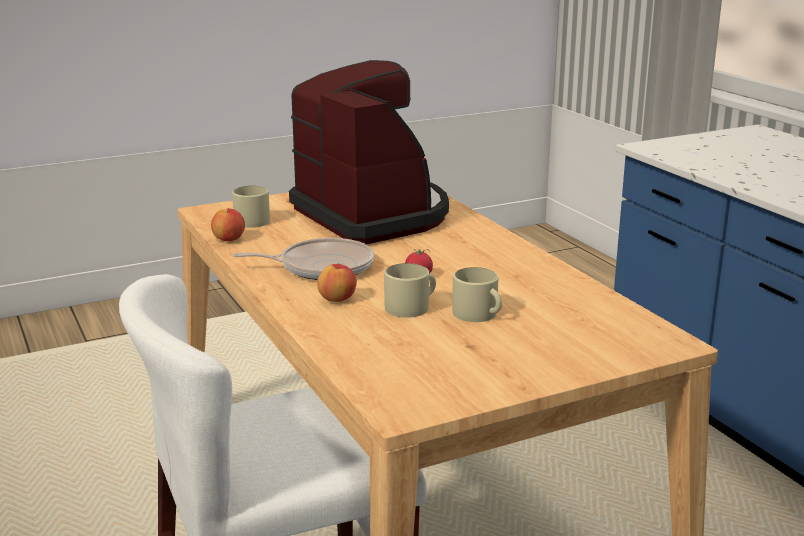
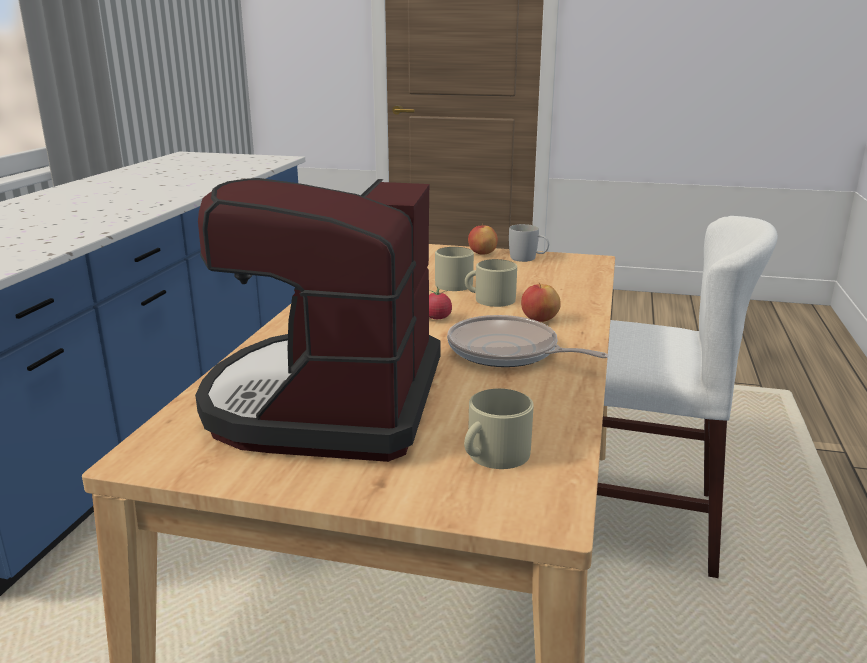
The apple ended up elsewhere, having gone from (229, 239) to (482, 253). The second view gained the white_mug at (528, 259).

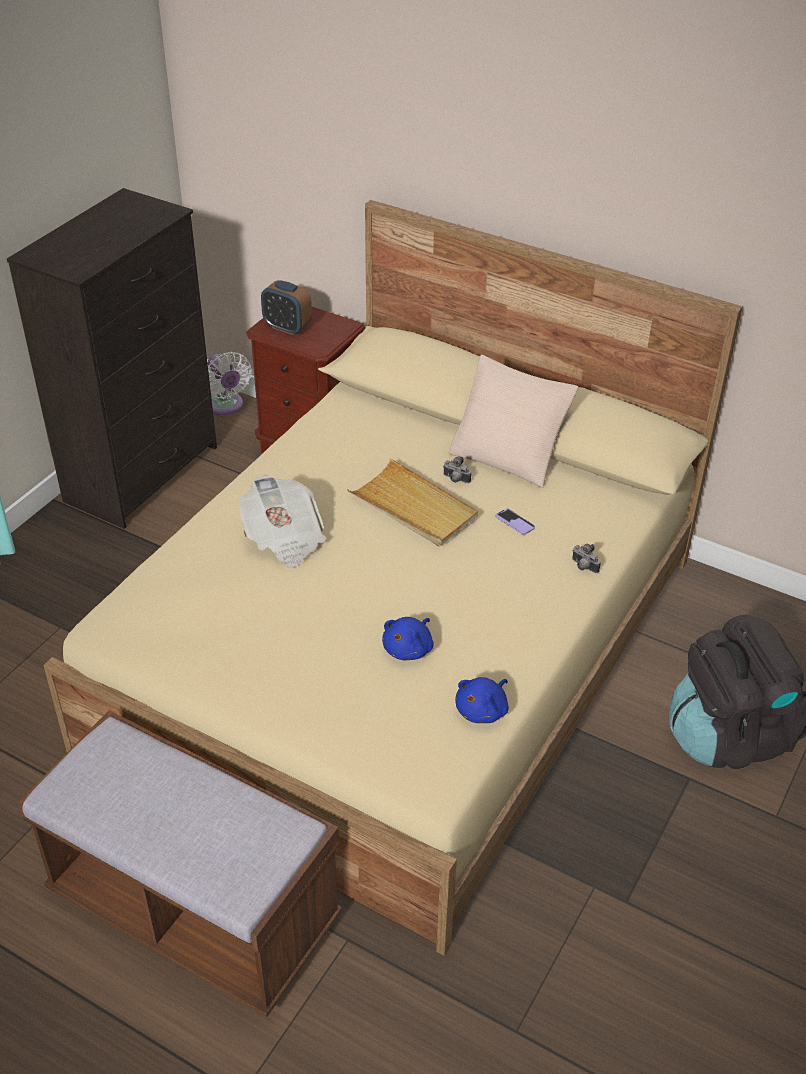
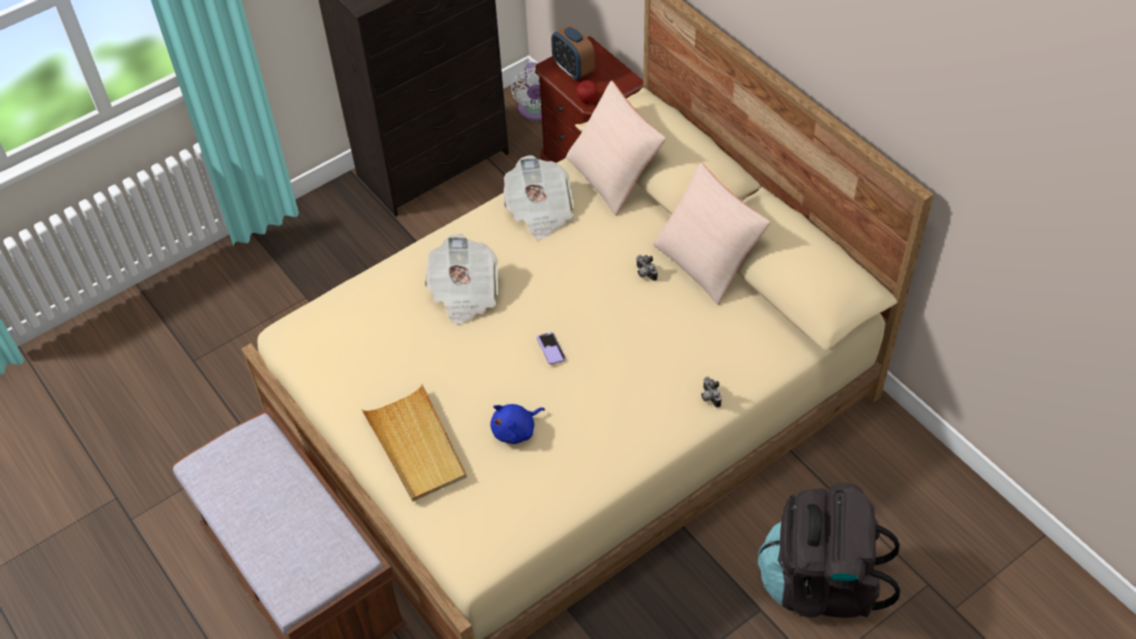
The beige_tray ended up elsewhere, having gone from (413, 507) to (416, 446). The phone ended up elsewhere, having gone from (514, 522) to (551, 349). The second view lost the blue_plush_toy at (483, 710). The second view gained the beige_pillow at (614, 175). The second view gained the apple at (587, 101). The second view gained the newspaper at (539, 211).

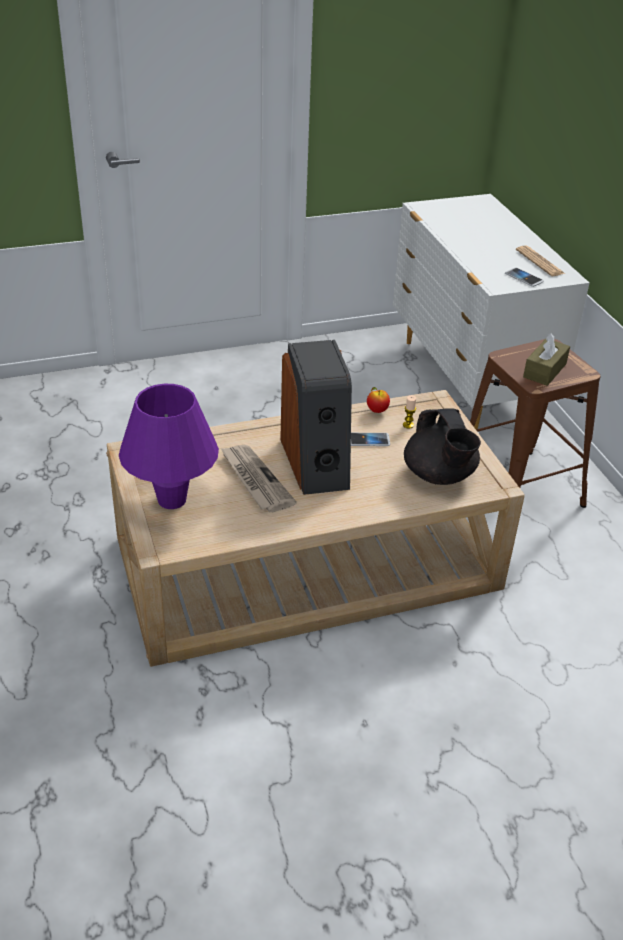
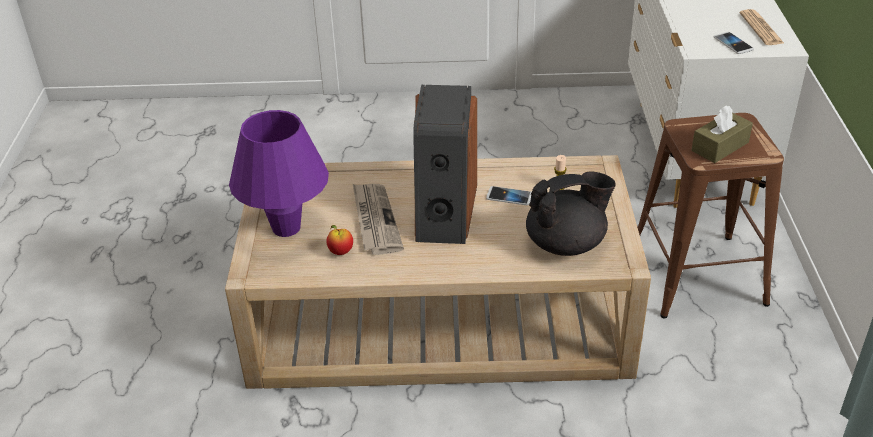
The apple ended up elsewhere, having gone from (377, 410) to (340, 252). The black_teapot at (439, 475) ended up facing another way, 105 degrees counterclockwise from before.

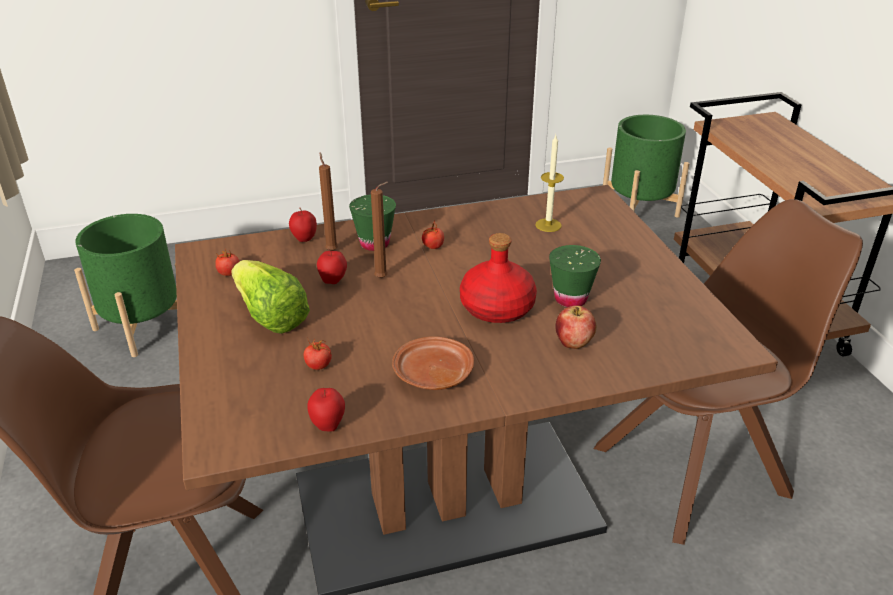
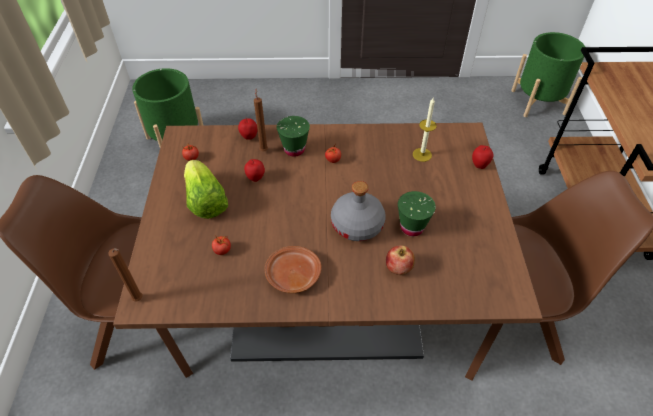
The brown_candle ended up elsewhere, having gone from (383, 278) to (139, 300). What was the red_bottle at (497, 307) turned into the grey_bottle at (357, 224). The apple ended up elsewhere, having gone from (328, 425) to (479, 165).

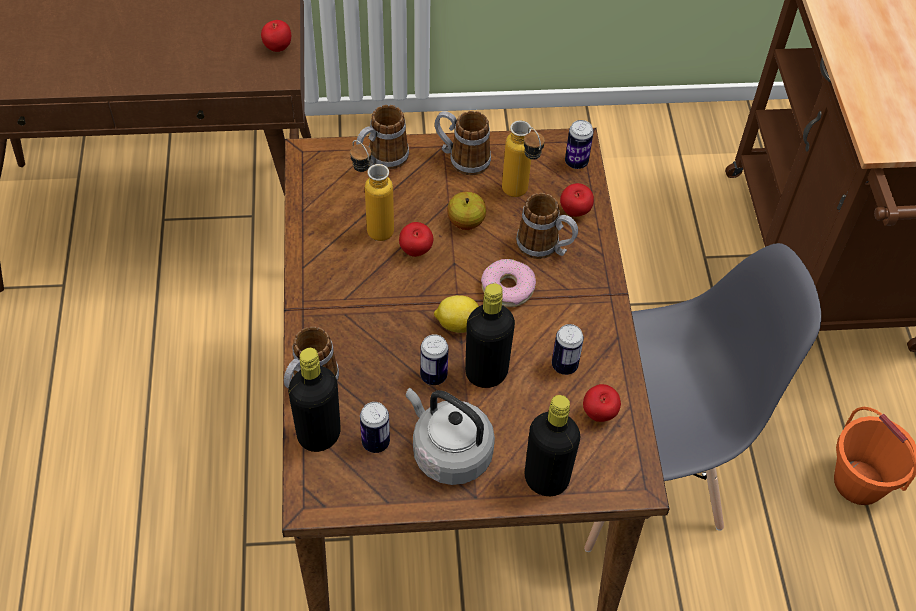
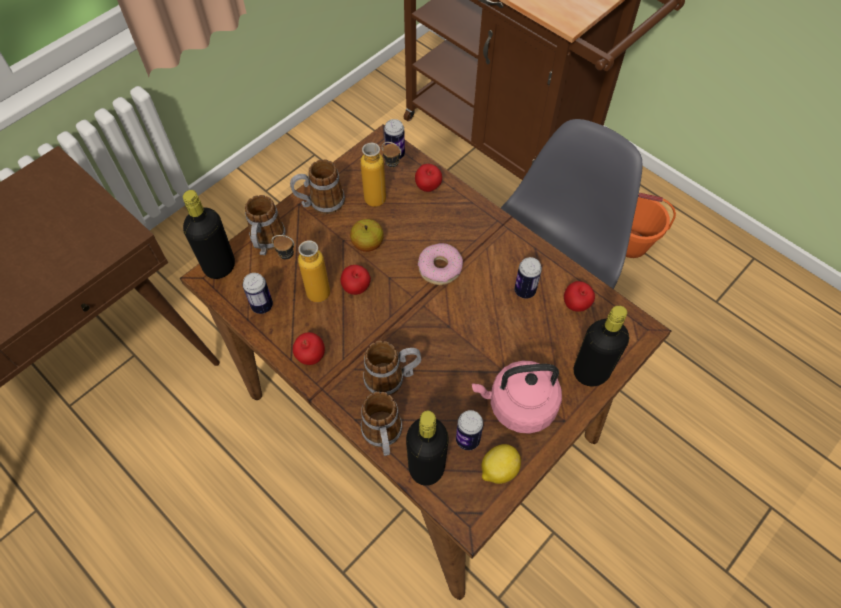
The apple ended up elsewhere, having gone from (277, 48) to (311, 356). The mug ended up elsewhere, having gone from (545, 247) to (392, 378). The black_bottle ended up elsewhere, having gone from (486, 373) to (219, 266). The lemon ended up elsewhere, having gone from (456, 323) to (498, 470). The can ended up elsewhere, having gone from (433, 376) to (262, 306). What was the grey_kettle at (448, 452) turned into the pink_kettle at (518, 406).

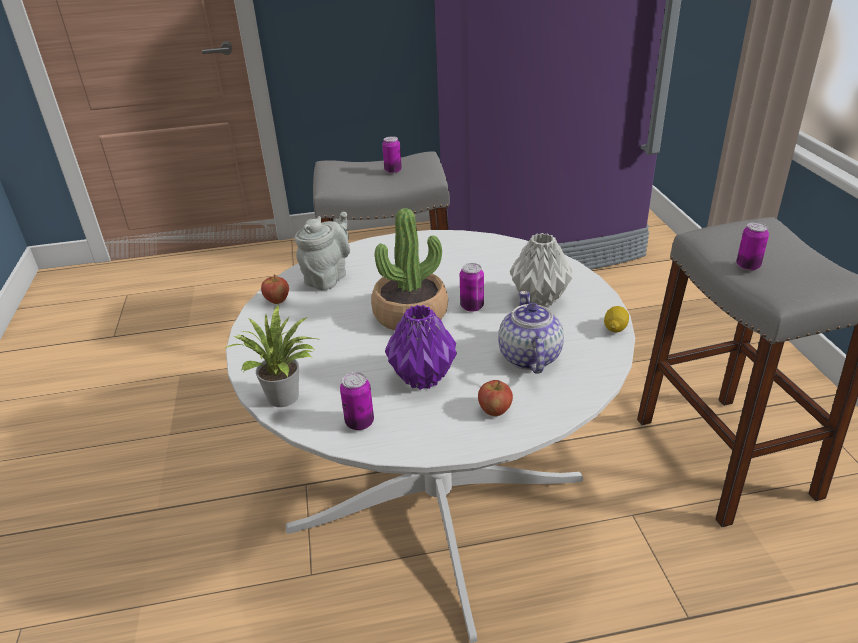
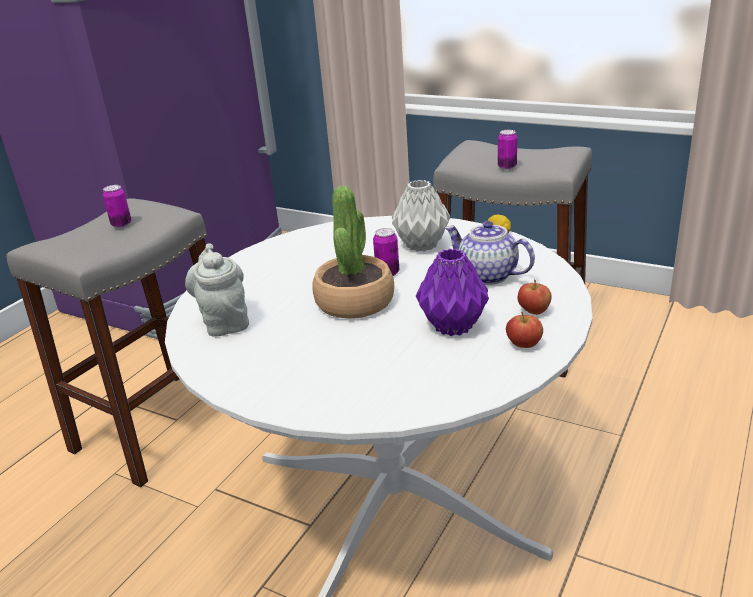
The apple ended up elsewhere, having gone from (277, 300) to (524, 345). The second view lost the potted_plant at (286, 399). The second view lost the can at (359, 422).

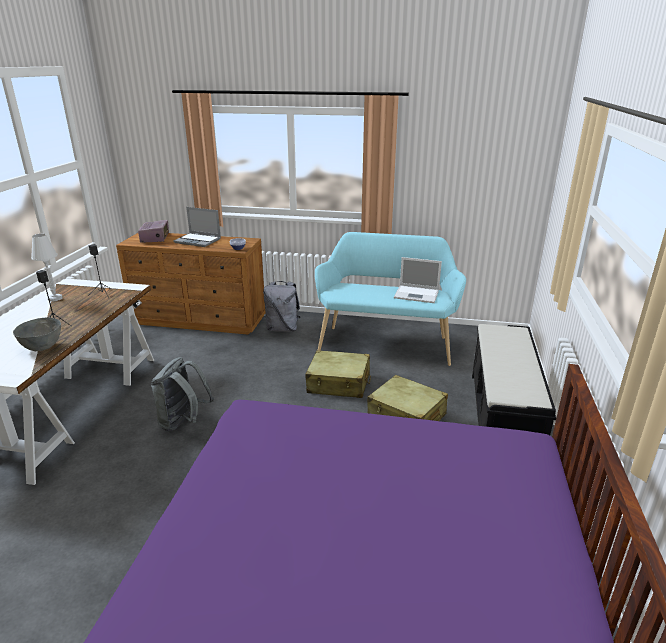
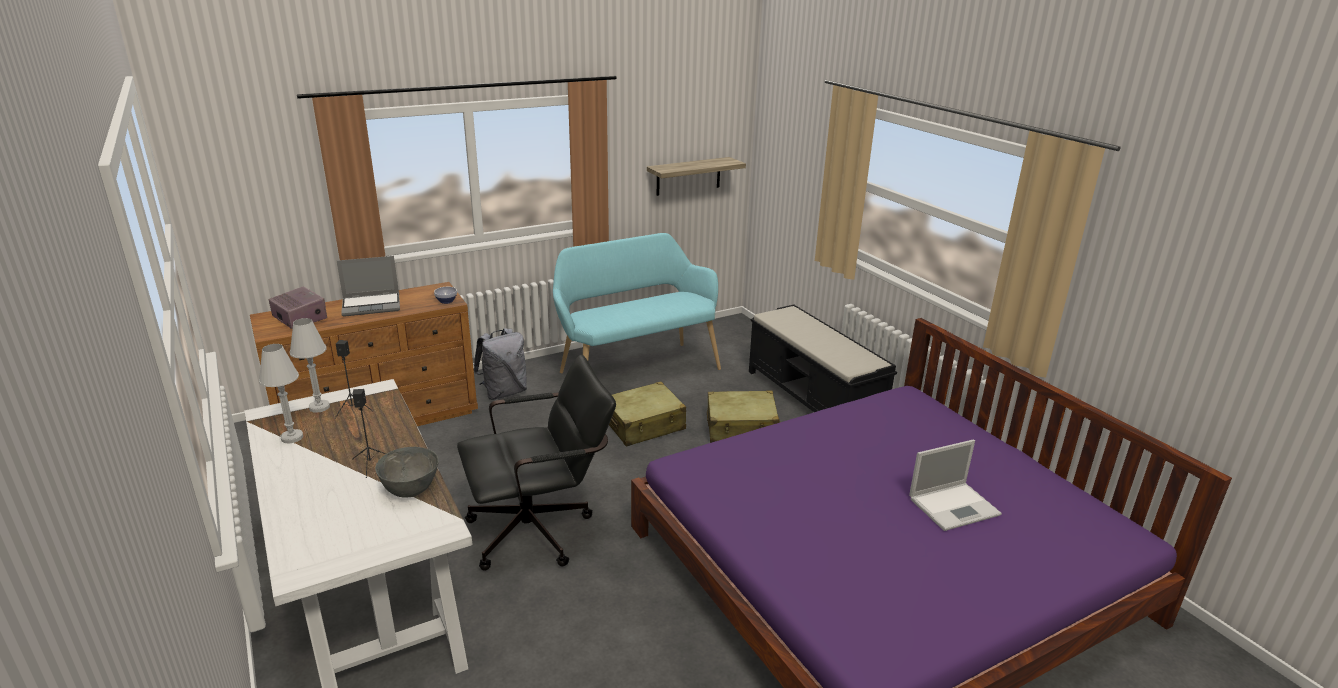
The laptop ended up elsewhere, having gone from (417, 294) to (955, 506). Where the grey_backpack stood at (183, 422), the black_office_chair came to stand at (541, 530). The second view gained the shelf at (688, 176). The second view gained the white_table_lamp at (319, 407).

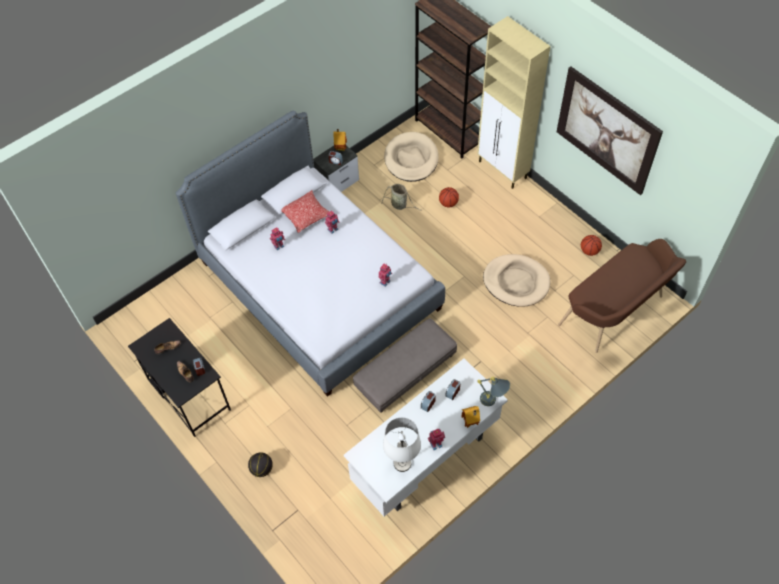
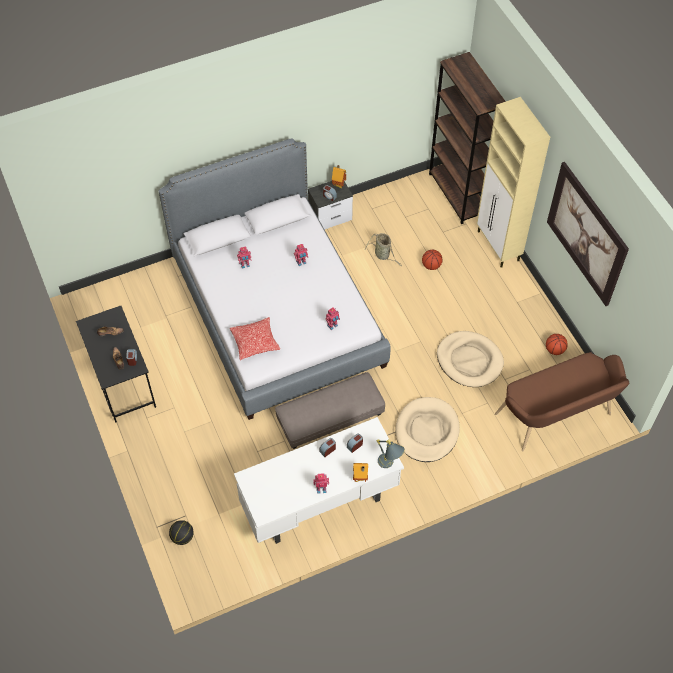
The beige_dog_bed ended up elsewhere, having gone from (411, 159) to (426, 431). The pillow ended up elsewhere, having gone from (305, 215) to (255, 342). The second view lost the white_table_lamp at (402, 463). The basketball ended up elsewhere, having gone from (261, 469) to (182, 537).

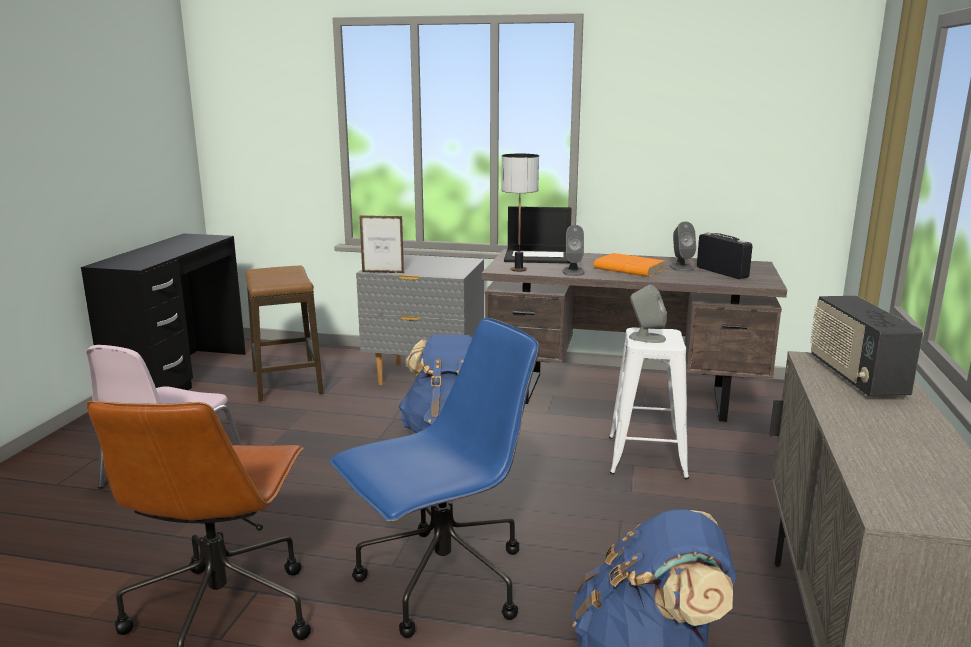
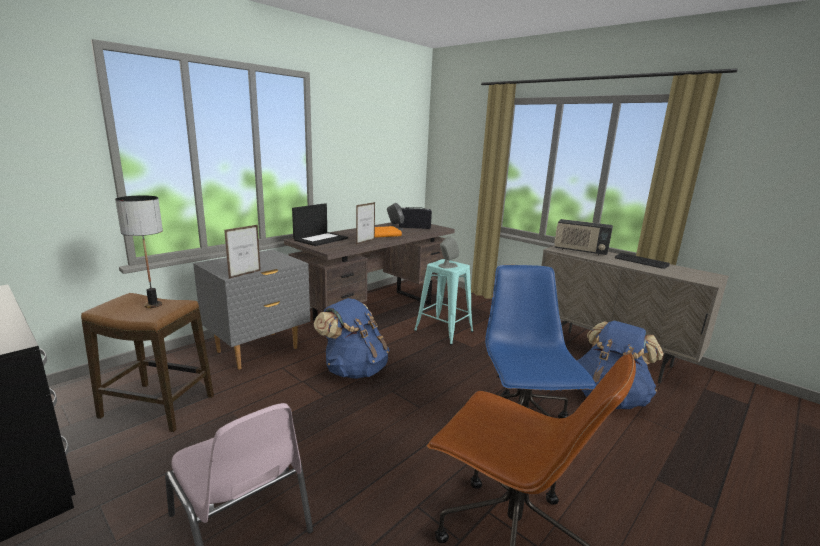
The table_lamp ended up elsewhere, having gone from (518, 269) to (153, 305). Where the grey_speaker stood at (573, 271), the picture_frame came to stand at (365, 242). What was the white_stool at (646, 457) turned into the turquoise_stool at (443, 331). The second view gained the keyboard at (641, 261).

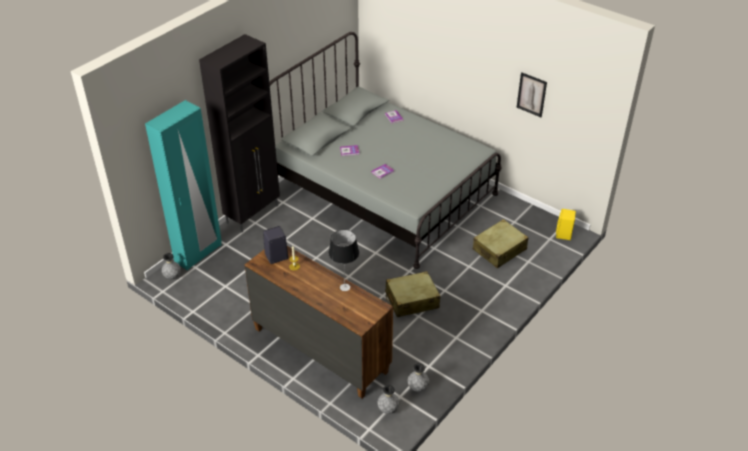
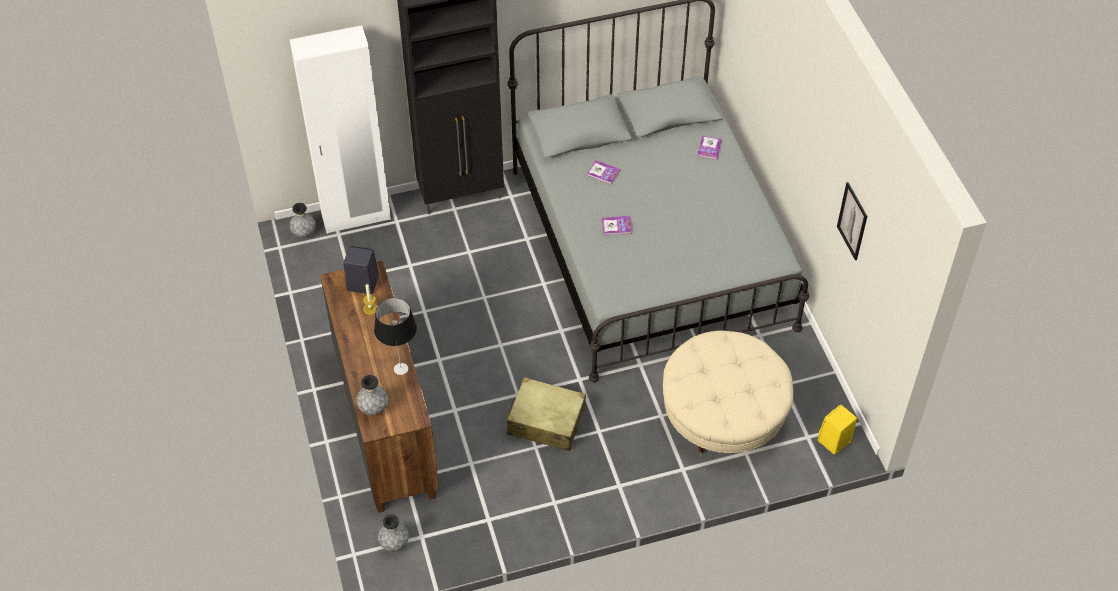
What was the turquoise_wardrobe at (198, 253) turned into the white_wardrobe at (356, 217). Where the beige_suitcase stood at (499, 250), the beige_ottoman came to stand at (723, 414). The grey_vase ended up elsewhere, having gone from (417, 388) to (373, 409).

